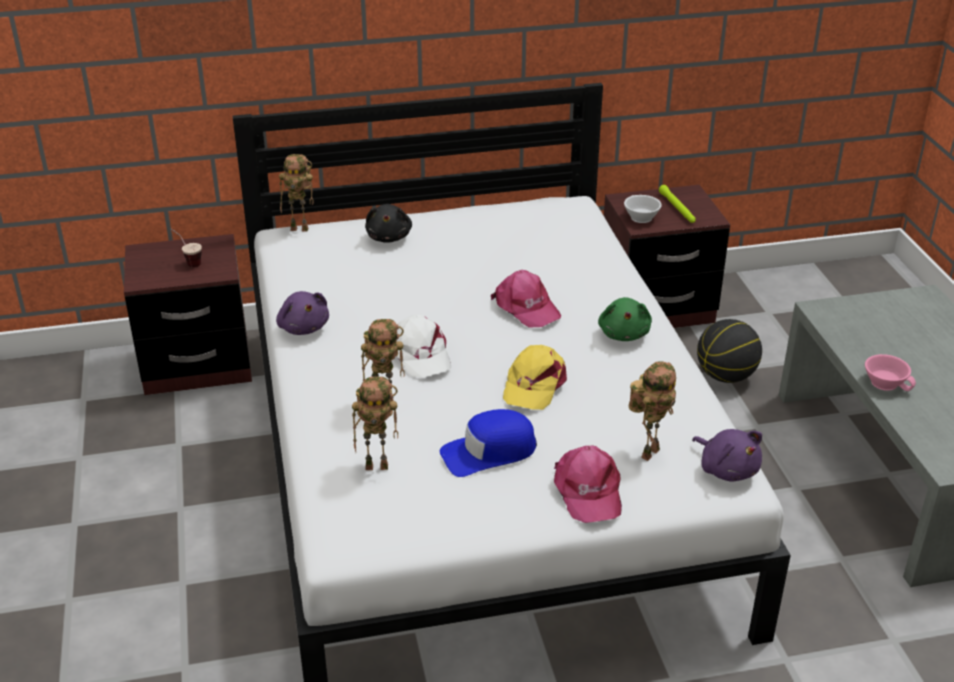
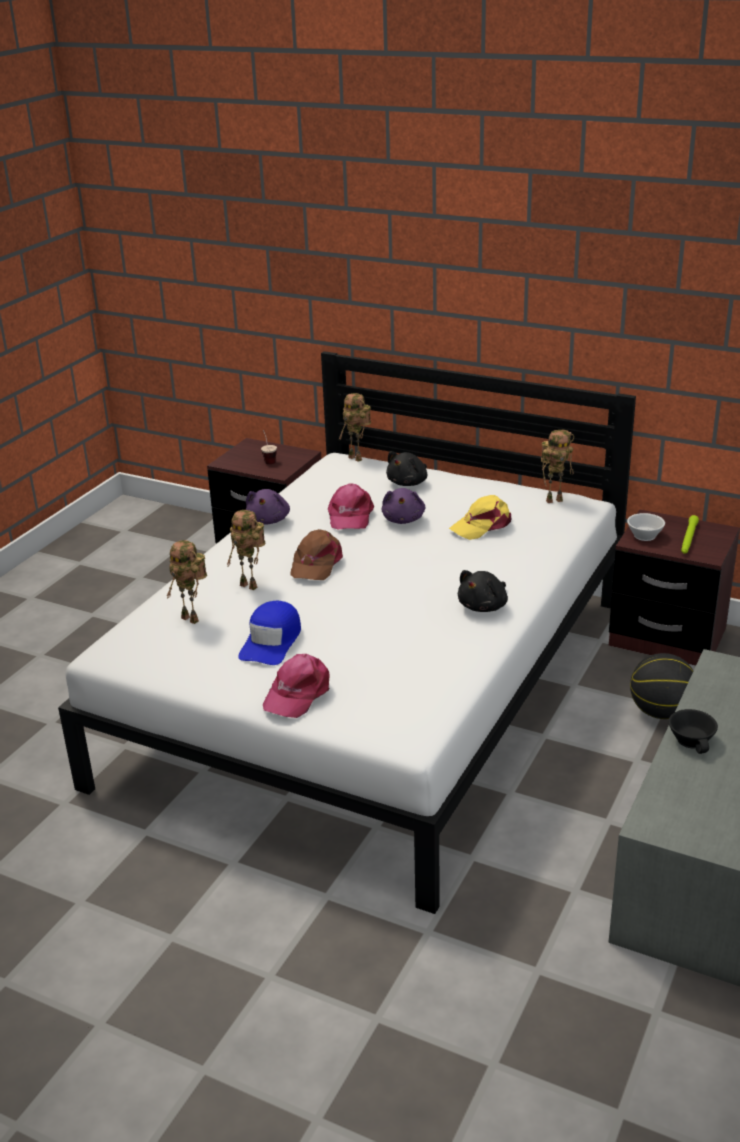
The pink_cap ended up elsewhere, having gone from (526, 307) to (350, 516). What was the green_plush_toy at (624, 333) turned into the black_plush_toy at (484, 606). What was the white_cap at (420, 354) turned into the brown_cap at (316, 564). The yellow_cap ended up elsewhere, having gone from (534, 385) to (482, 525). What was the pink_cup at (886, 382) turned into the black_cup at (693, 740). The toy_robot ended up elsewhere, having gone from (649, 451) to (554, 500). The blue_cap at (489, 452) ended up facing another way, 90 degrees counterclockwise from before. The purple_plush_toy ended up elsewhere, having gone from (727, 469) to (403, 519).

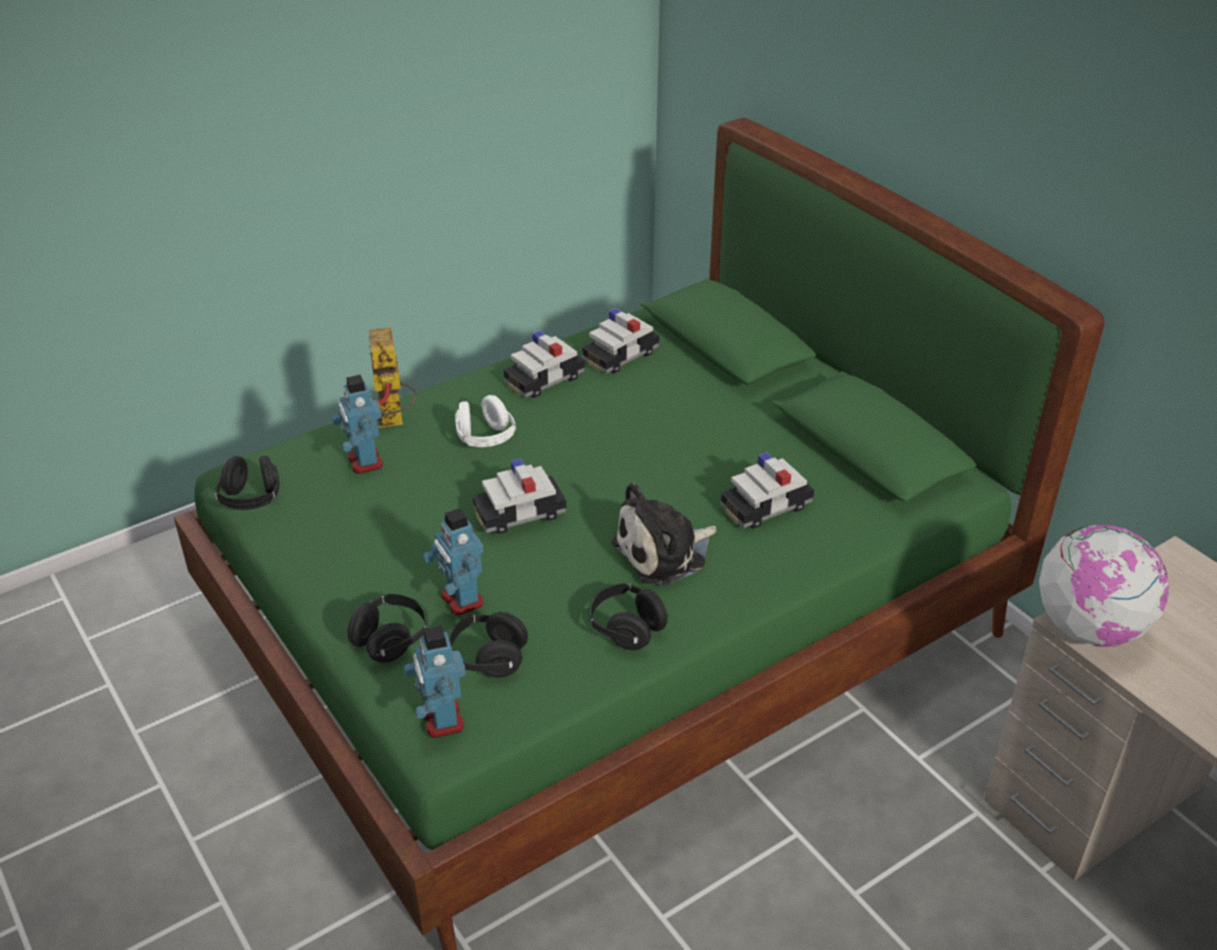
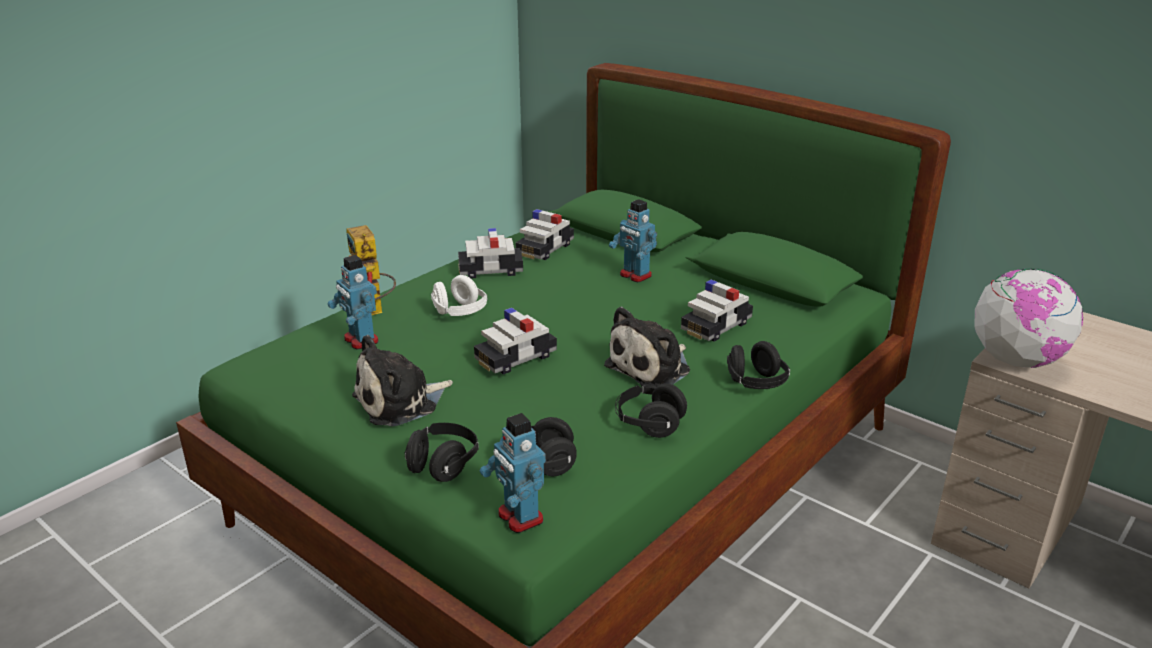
The toy_car at (544, 380) ended up facing another way, 45 degrees clockwise from before. The black_headphones ended up elsewhere, having gone from (251, 500) to (756, 384). The toy_robot ended up elsewhere, having gone from (461, 600) to (635, 275). The second view gained the plush_toy at (400, 402).

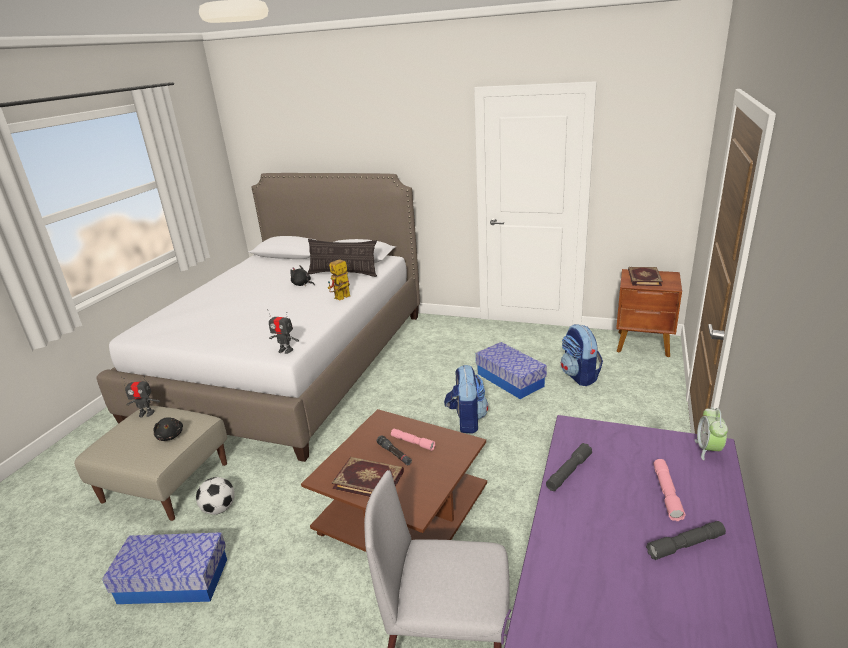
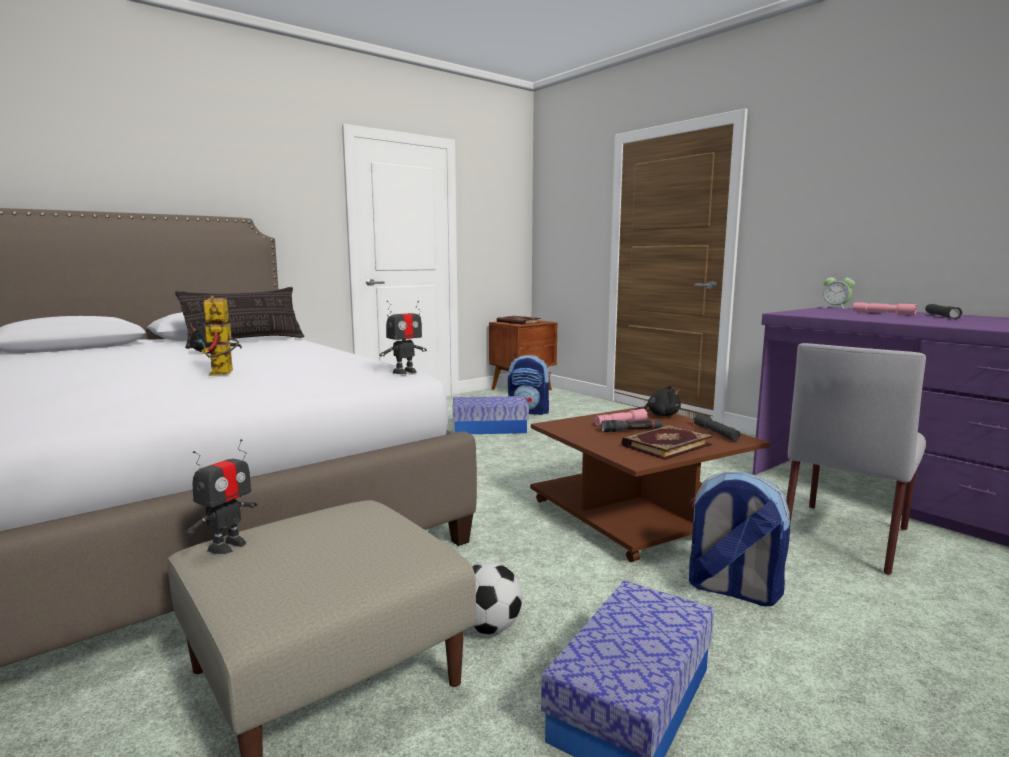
The toy_robot ended up elsewhere, having gone from (340, 299) to (223, 374). The backpack ended up elsewhere, having gone from (466, 421) to (731, 590). The black_plush_toy ended up elsewhere, having gone from (170, 436) to (660, 415). The grey_flashlight ended up elsewhere, having gone from (569, 472) to (716, 433).

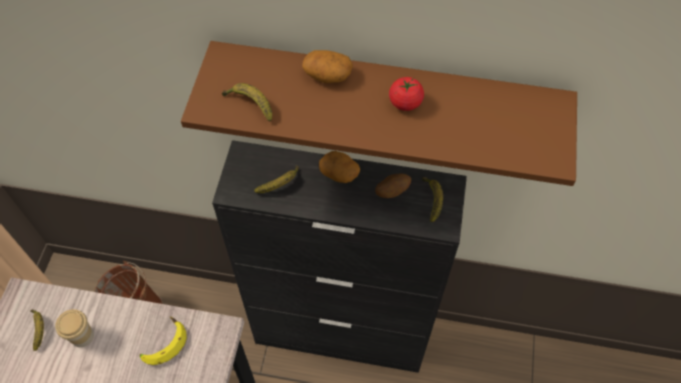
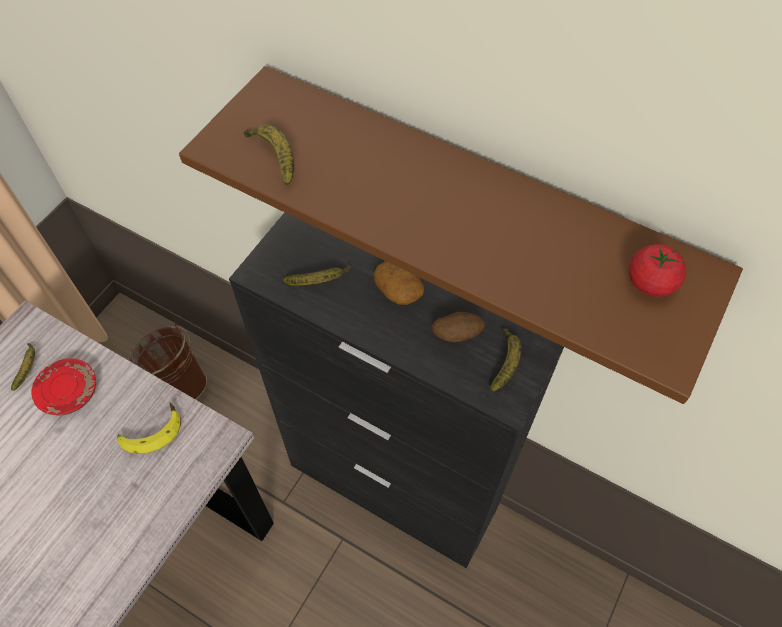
The second view lost the potato at (327, 75). The tomato ended up elsewhere, having gone from (405, 103) to (650, 282). Where the cup stood at (82, 336), the red_plate came to stand at (69, 392).

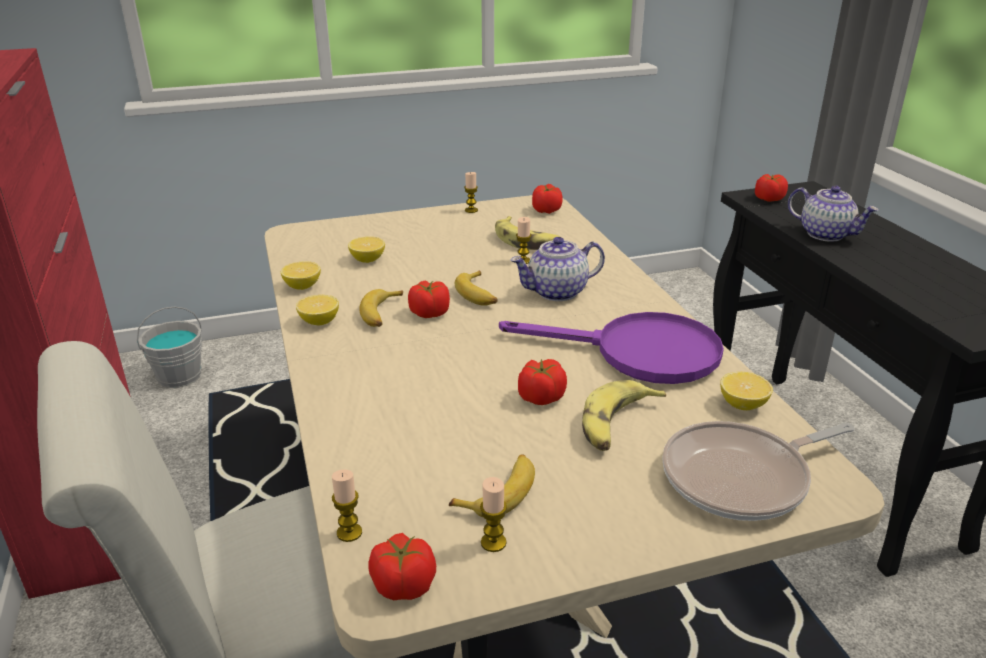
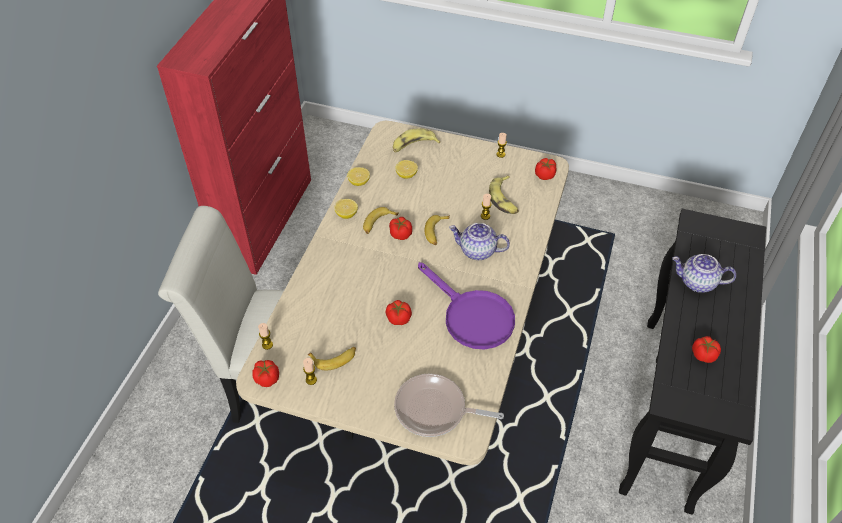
The tomato ended up elsewhere, having gone from (768, 199) to (703, 355). The teapot at (826, 234) ended up facing another way, 120 degrees clockwise from before. The second view lost the grey_bucket at (179, 376). The second view lost the lemon at (742, 405). The banana ended up elsewhere, having gone from (617, 424) to (413, 145).

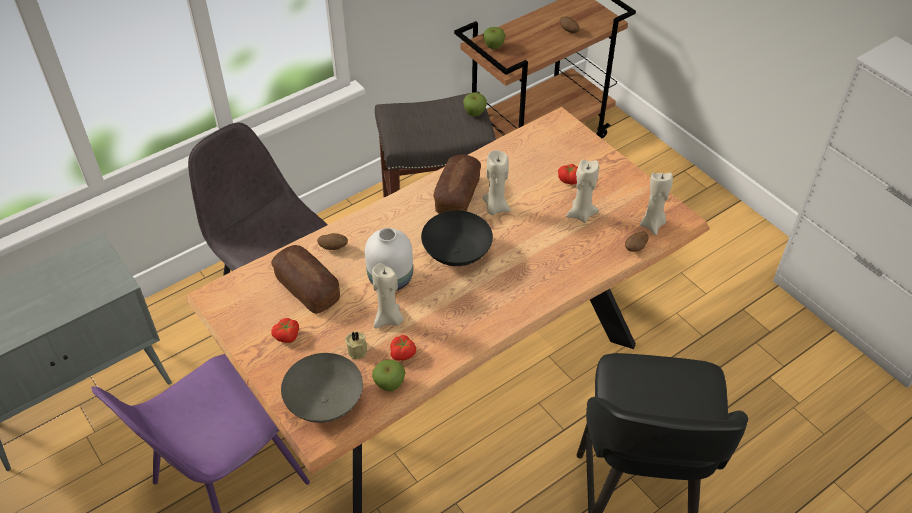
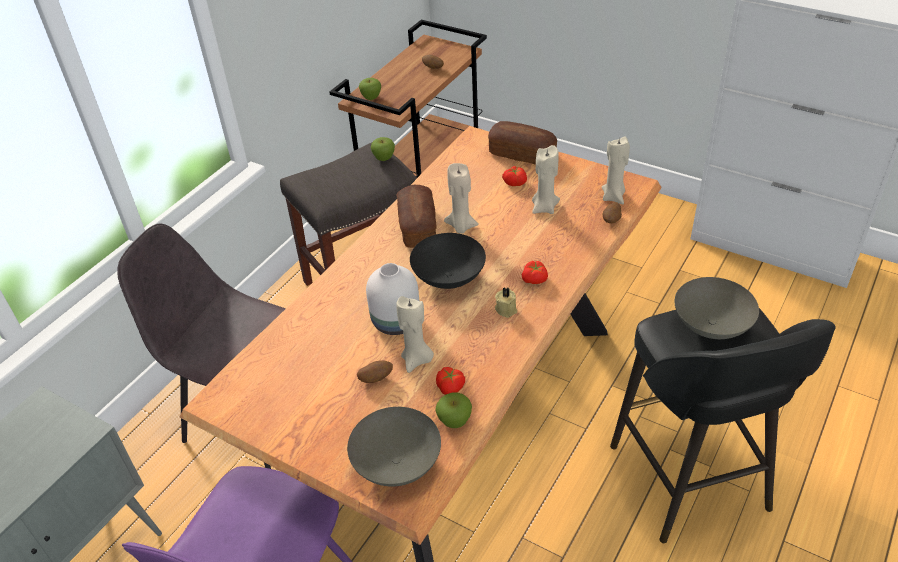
The potato ended up elsewhere, having gone from (333, 247) to (376, 378). The bread ended up elsewhere, having gone from (307, 288) to (522, 154). The tomato ended up elsewhere, having gone from (287, 336) to (535, 279). The beige_candle ended up elsewhere, having gone from (358, 350) to (506, 309). The second view gained the grey_bowl at (712, 327).

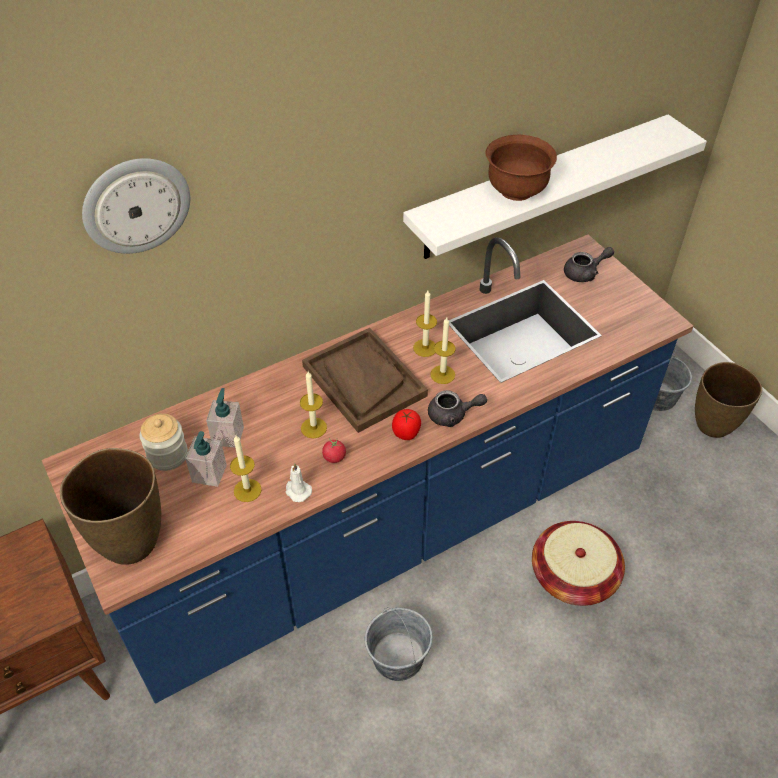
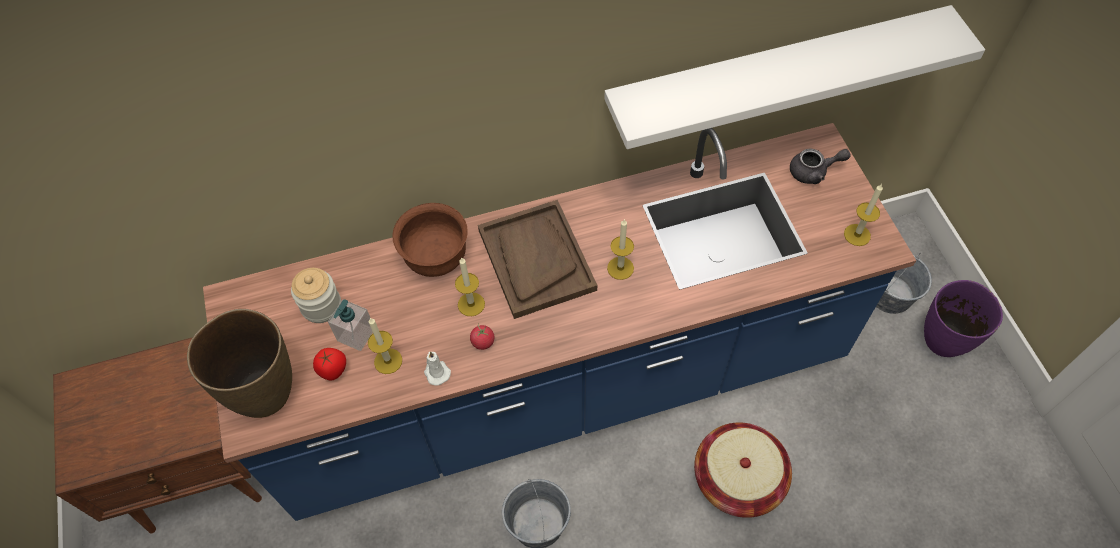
The brown_bowl ended up elsewhere, having gone from (516, 190) to (436, 258). The second view lost the wall_clock at (136, 205). The candle ended up elsewhere, having gone from (425, 348) to (857, 235). What was the brown_vase at (713, 426) turned into the purple_vase at (943, 342). The second view lost the soap_dispenser at (228, 436). The second view lost the grey_teapot at (452, 415). The tomato ended up elsewhere, having gone from (406, 433) to (333, 370).

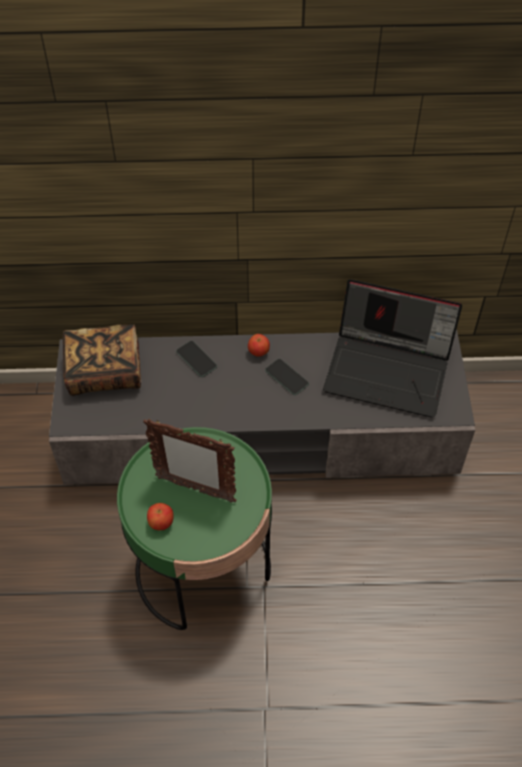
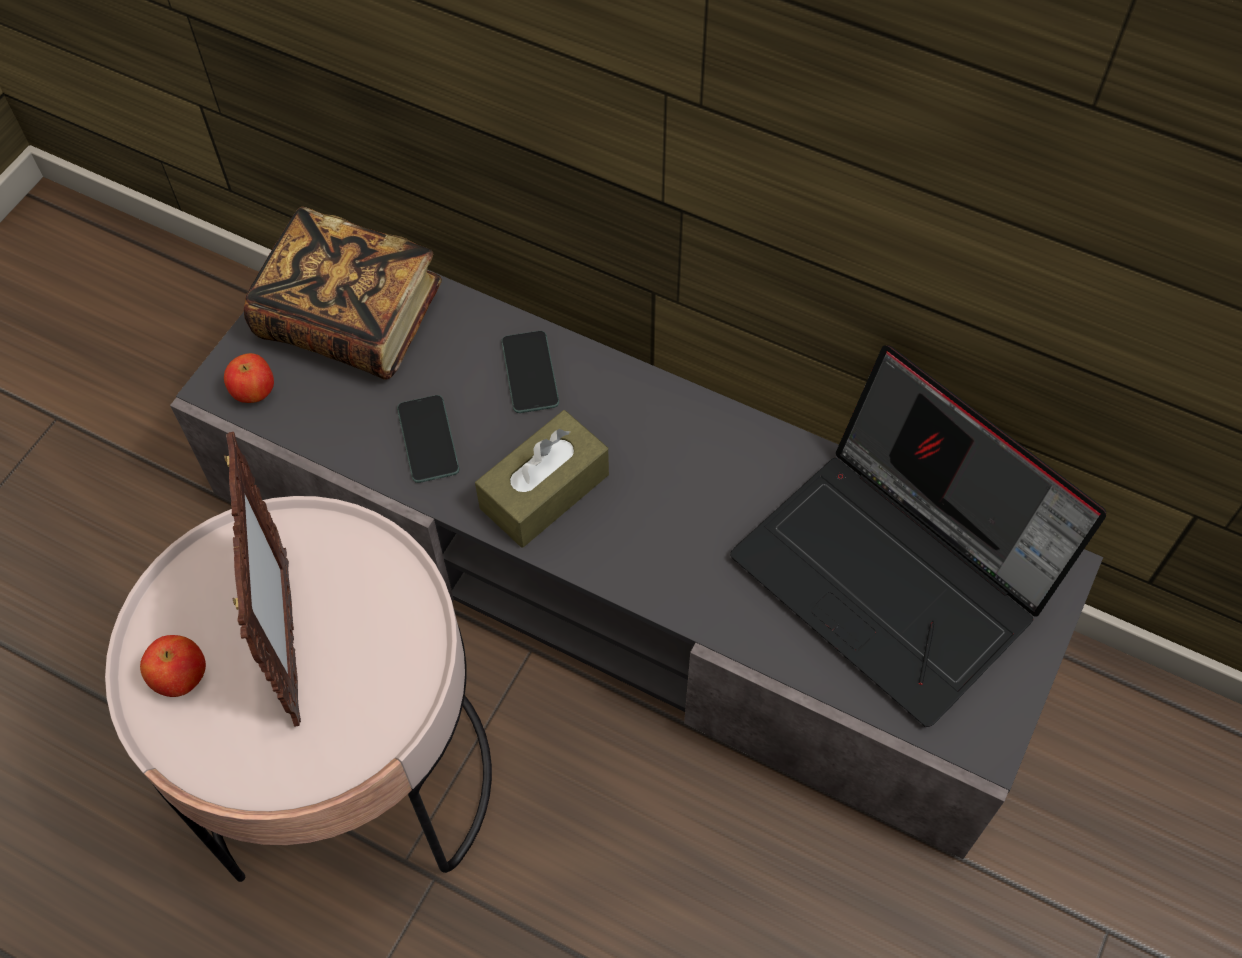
The apple ended up elsewhere, having gone from (258, 352) to (254, 392). The phone ended up elsewhere, having gone from (286, 377) to (428, 439). The picture_frame at (195, 489) ended up facing another way, 150 degrees counterclockwise from before. What was the green_side_table at (203, 568) turned into the pink_side_table at (352, 779). The second view gained the brown_tissue_box at (544, 491).

